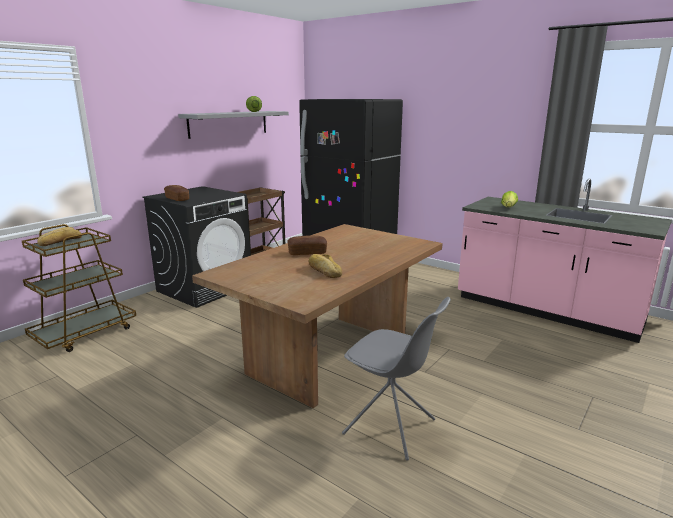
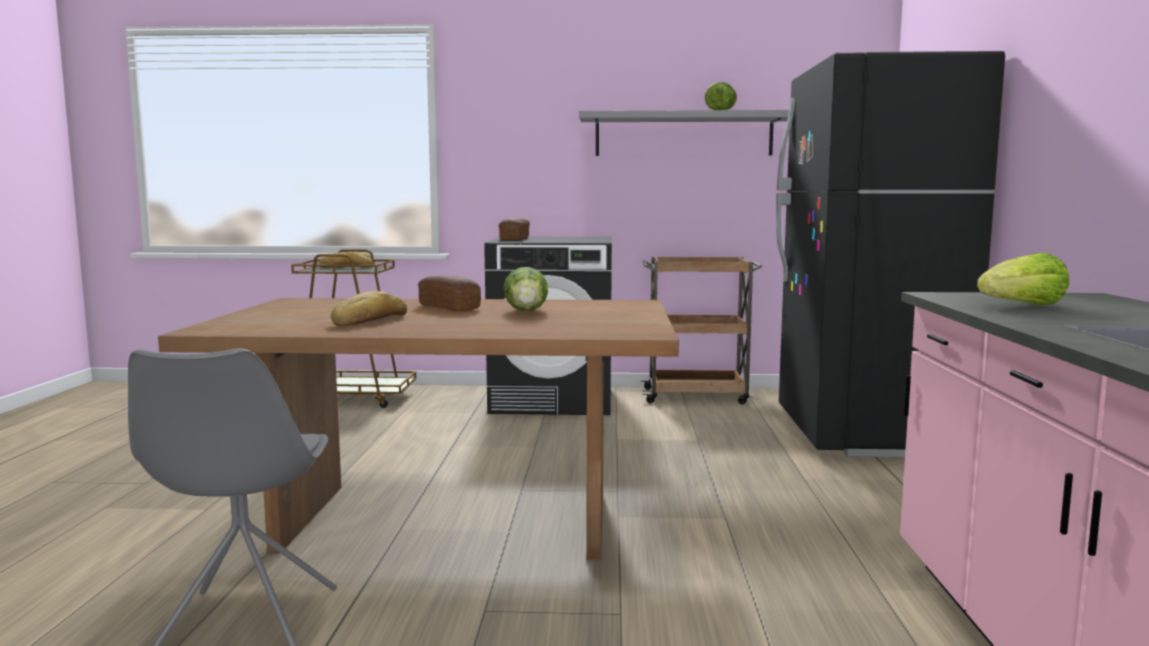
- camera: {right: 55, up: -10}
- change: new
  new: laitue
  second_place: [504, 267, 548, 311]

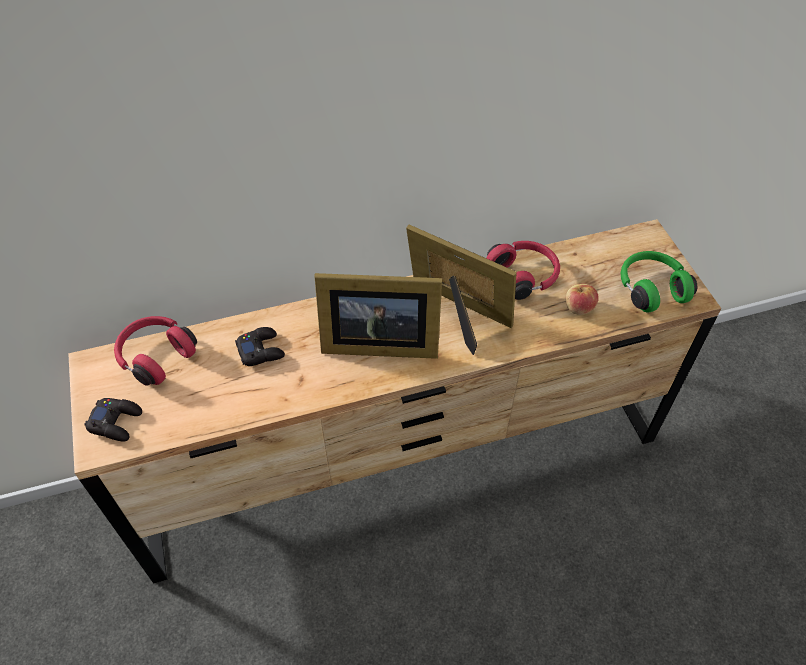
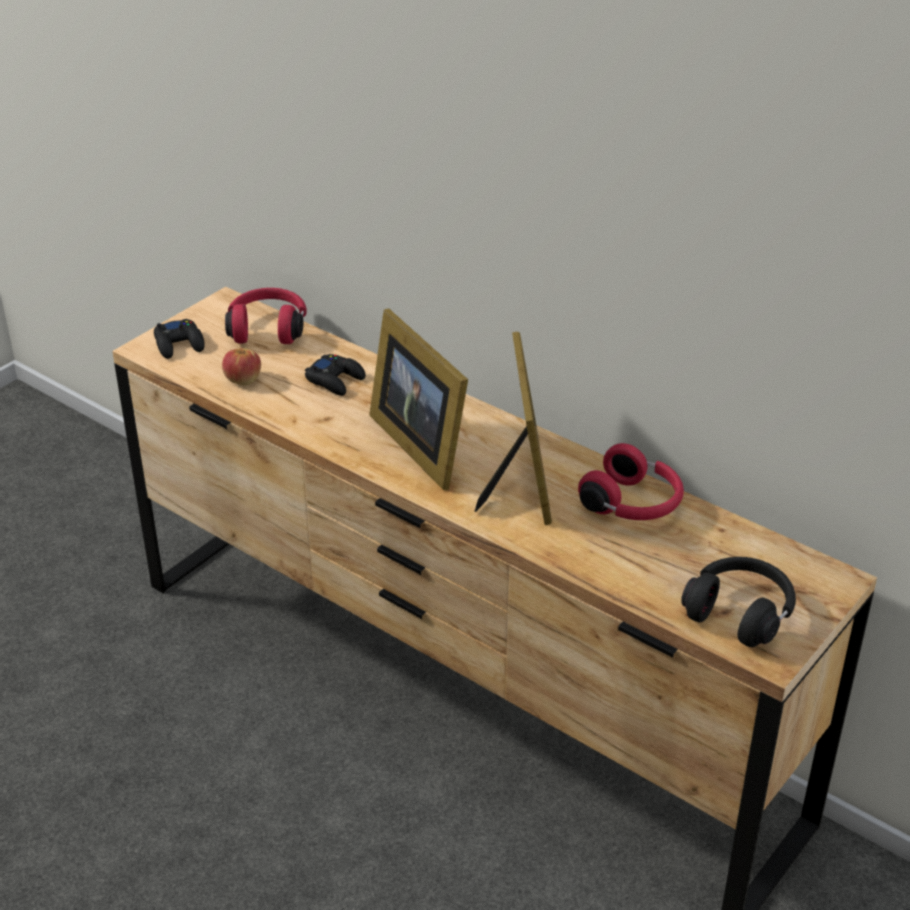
- camera: {right: 55, up: -15}
- change: repainted
  old: casque audio [vert]
  new: casque audio [noir]
  first_place: [621, 251, 697, 312]
  second_place: [681, 557, 796, 647]
- change: shifted
  old: pomme
  first_place: [566, 283, 599, 315]
  second_place: [222, 348, 261, 385]

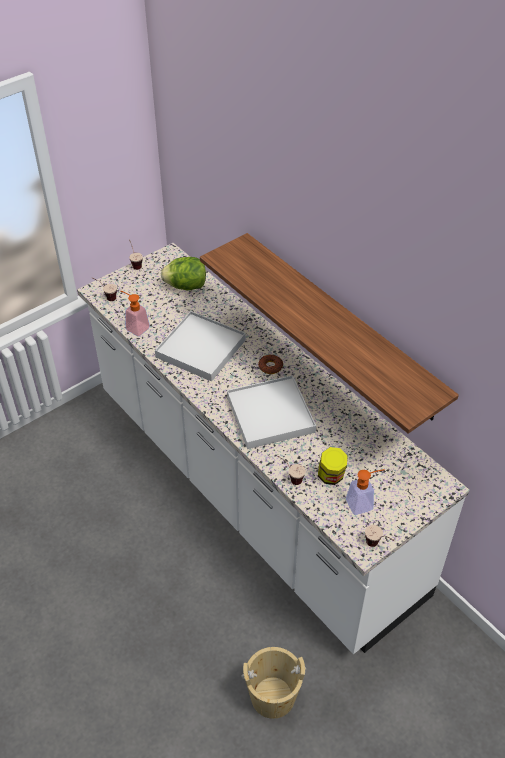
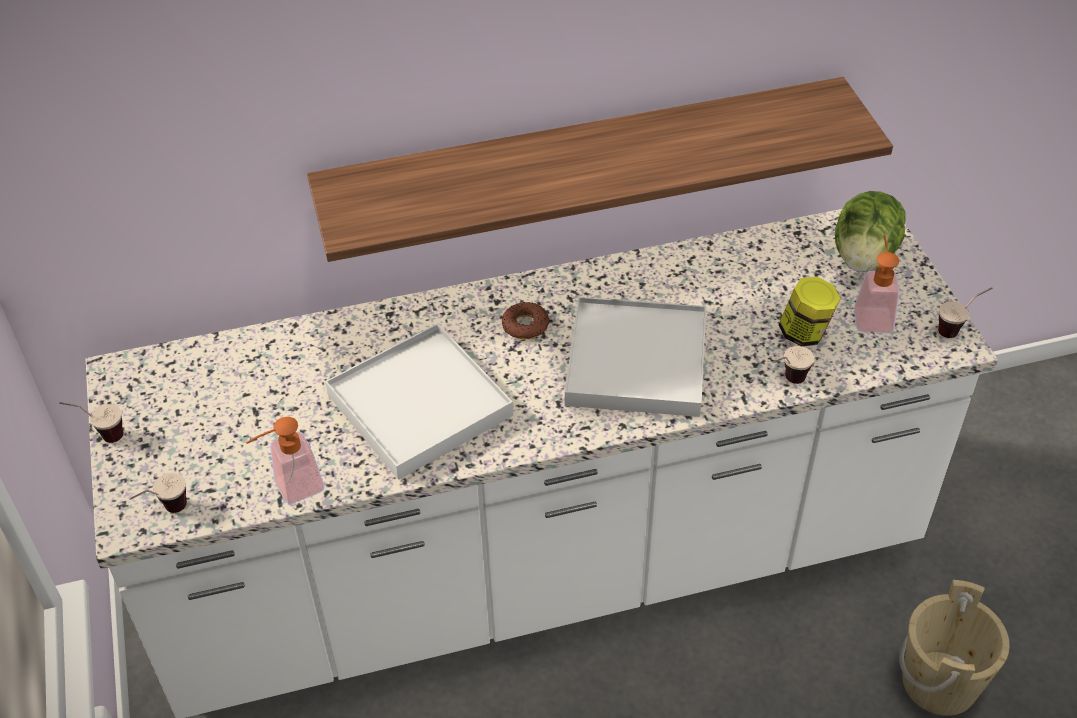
- camera: {right: -65, up: 0}
- change: shifted
  old: laitue
  first_place: [161, 257, 206, 291]
  second_place: [835, 191, 906, 272]

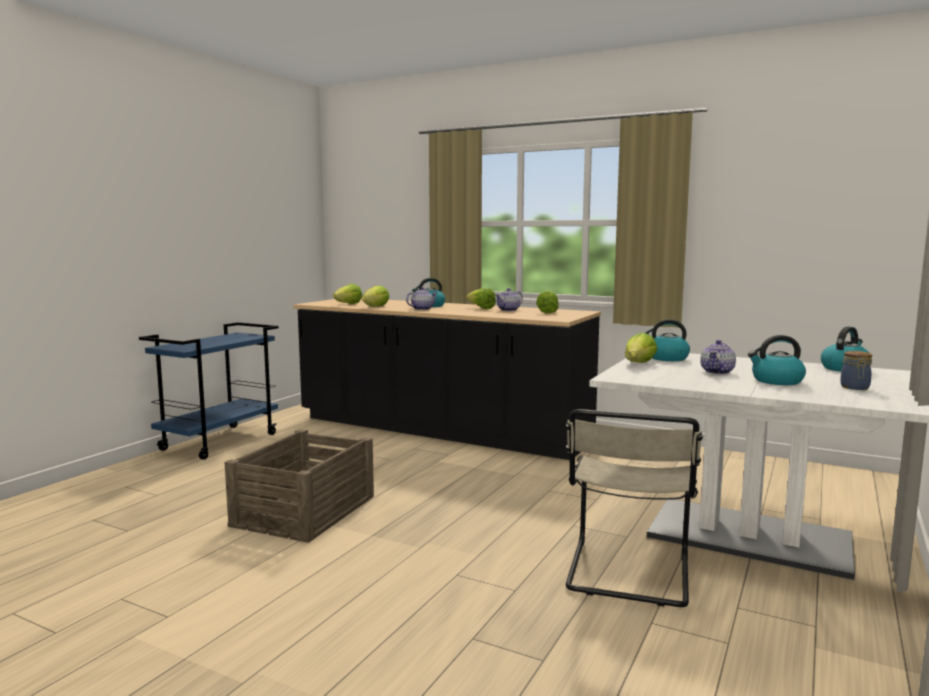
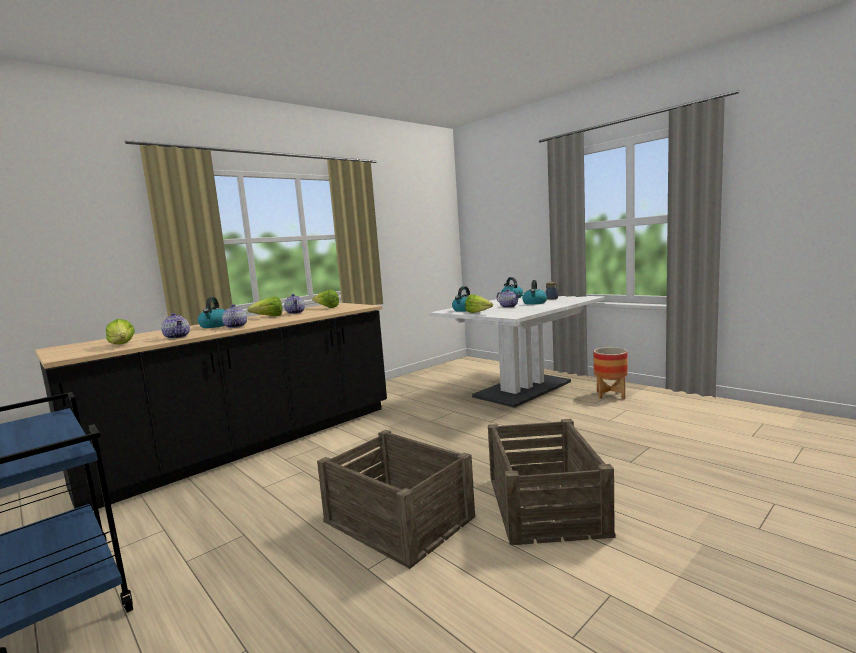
- camera: {right: -70, up: 0}
- change: swapped
  old: laitue
  new: théière
  first_place: [362, 285, 389, 307]
  second_place: [161, 313, 190, 339]
- change: gone
  old: chaise [beige]
  first_place: [566, 409, 703, 607]
- change: new
  new: cache-pot
  second_place: [593, 347, 628, 399]
- change: new
  new: caisse
  second_place: [488, 419, 616, 545]

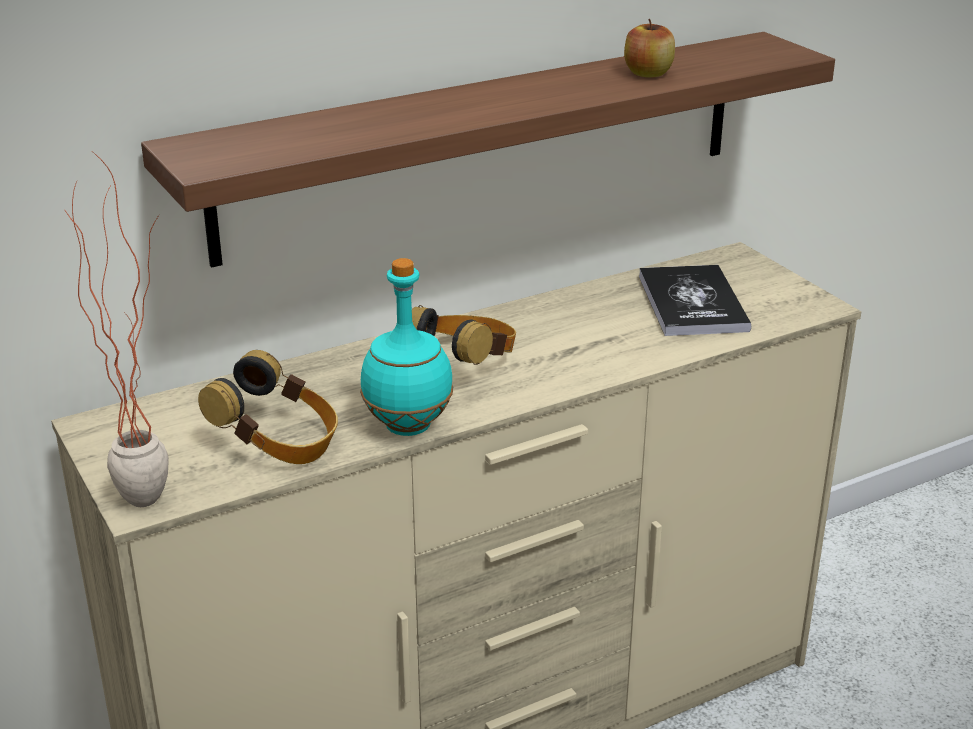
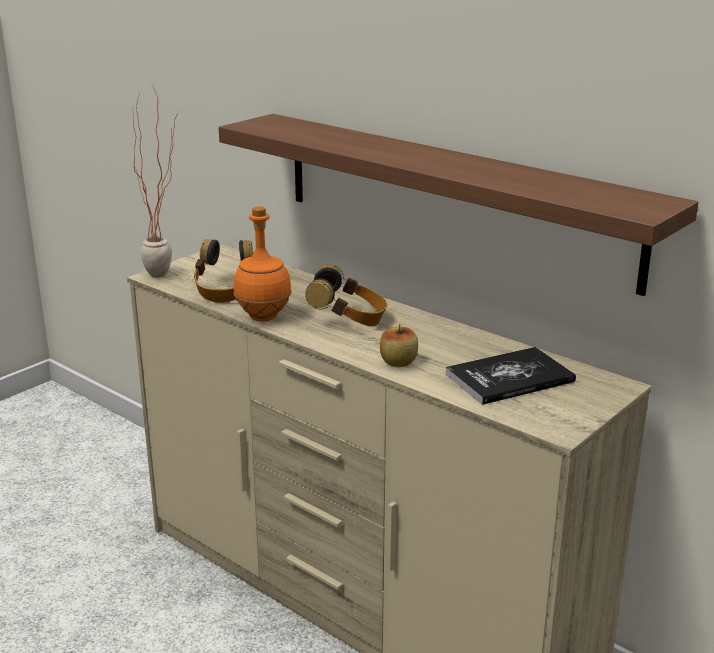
- camera: {right: 70, up: -5}
- change: shifted
  old: pomme
  first_place: [624, 19, 675, 78]
  second_place: [380, 324, 418, 367]
- change: repainted
  old: bouteille [turquoise]
  new: bouteille [orange]
  first_place: [360, 258, 453, 436]
  second_place: [233, 206, 292, 322]

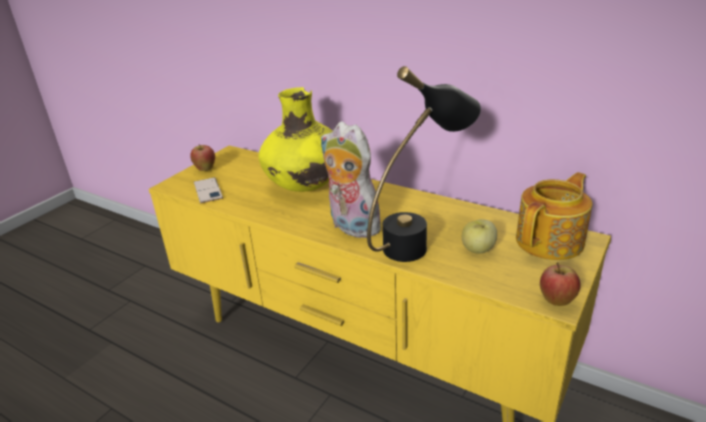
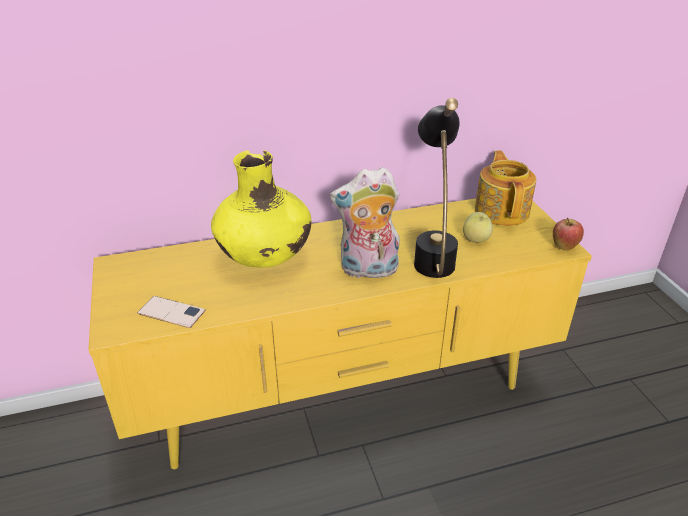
- camera: {right: -50, up: 5}
- change: gone
  old: pomme
  first_place: [190, 144, 215, 171]

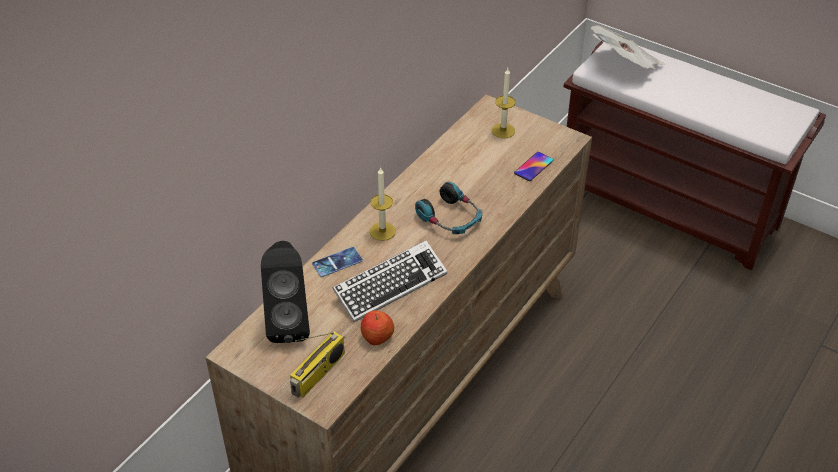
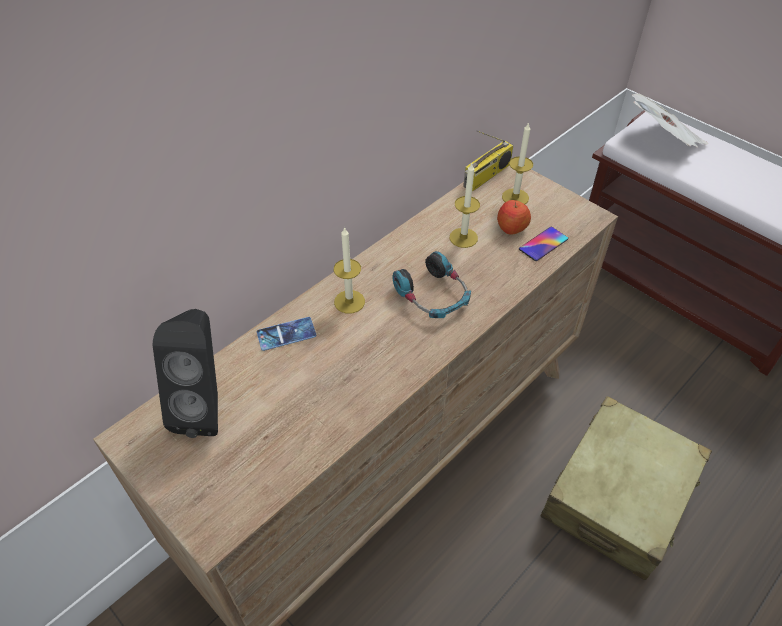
- camera: {right: 10, up: 5}
- change: gone
  old: clavier
  first_place: [332, 240, 447, 322]
- change: shifted
  old: pomme
  first_place: [361, 310, 394, 345]
  second_place: [497, 200, 531, 235]
- change: shifted
  old: radio
  first_place: [290, 331, 345, 398]
  second_place: [463, 131, 513, 191]
- change: new
  new: bougie
  second_place: [450, 163, 480, 248]
- change: new
  new: valise [beige]
  second_place: [540, 396, 712, 580]

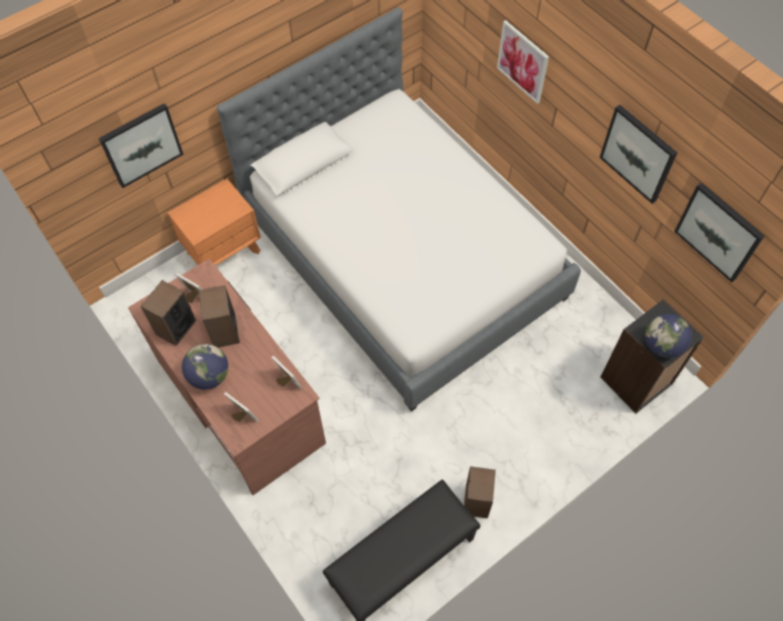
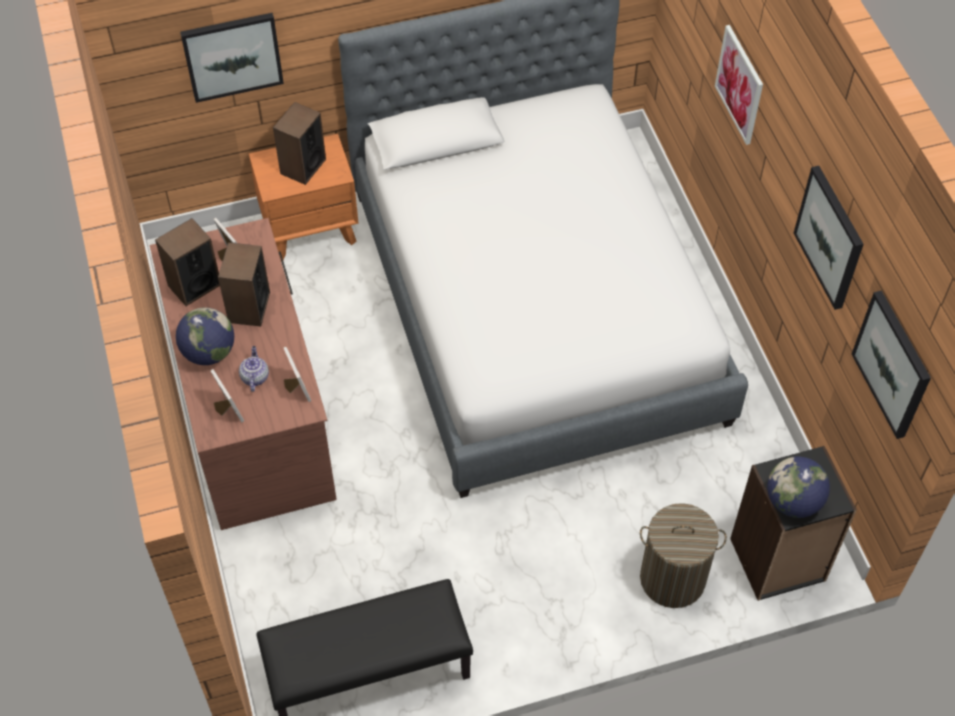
- camera: {right: 20, up: -5}
- change: shifted
  old: enceinte
  first_place: [464, 466, 496, 518]
  second_place: [273, 102, 326, 185]
- change: new
  new: théière
  second_place: [239, 346, 269, 392]
- change: new
  new: panier à linge
  second_place: [640, 503, 727, 608]

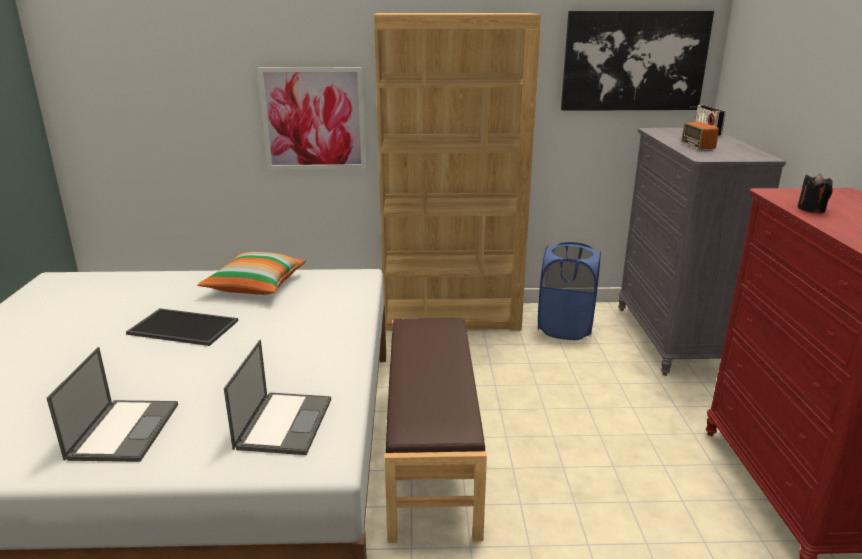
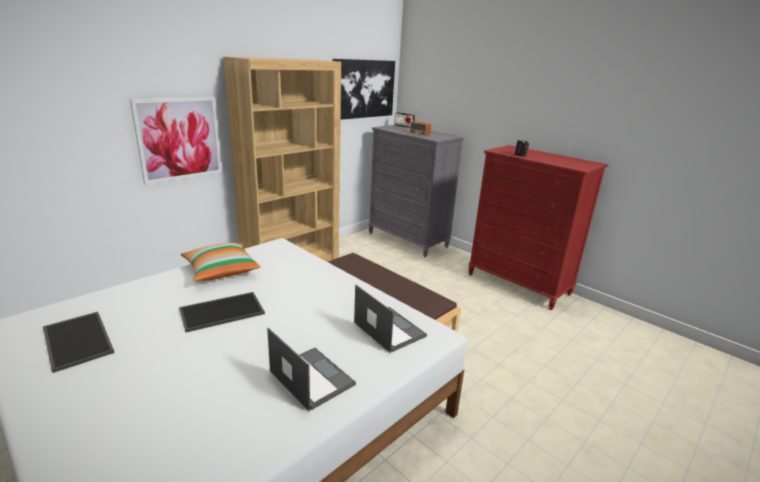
- camera: {right: -45, up: 0}
- change: gone
  old: panier à linge [bleu]
  first_place: [538, 242, 601, 340]
- change: new
  new: plateau
  second_place: [43, 312, 114, 373]

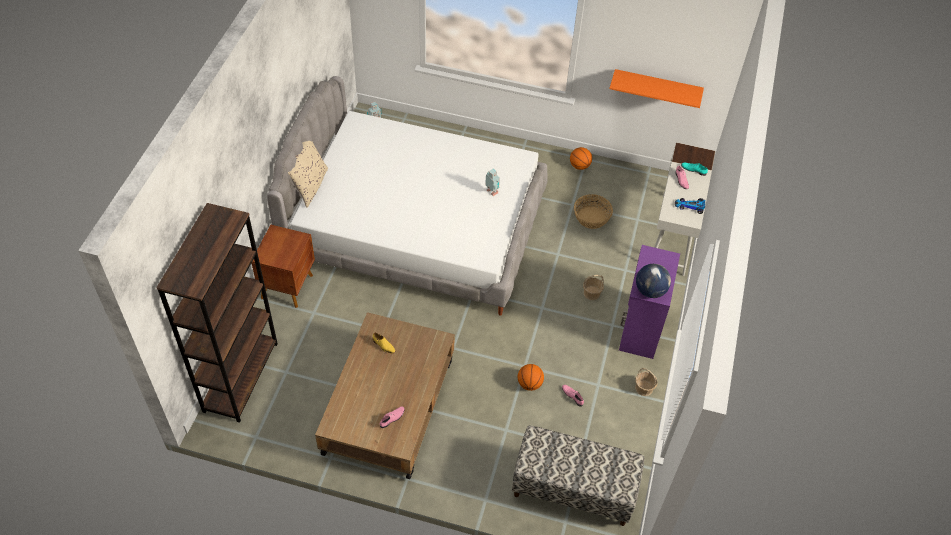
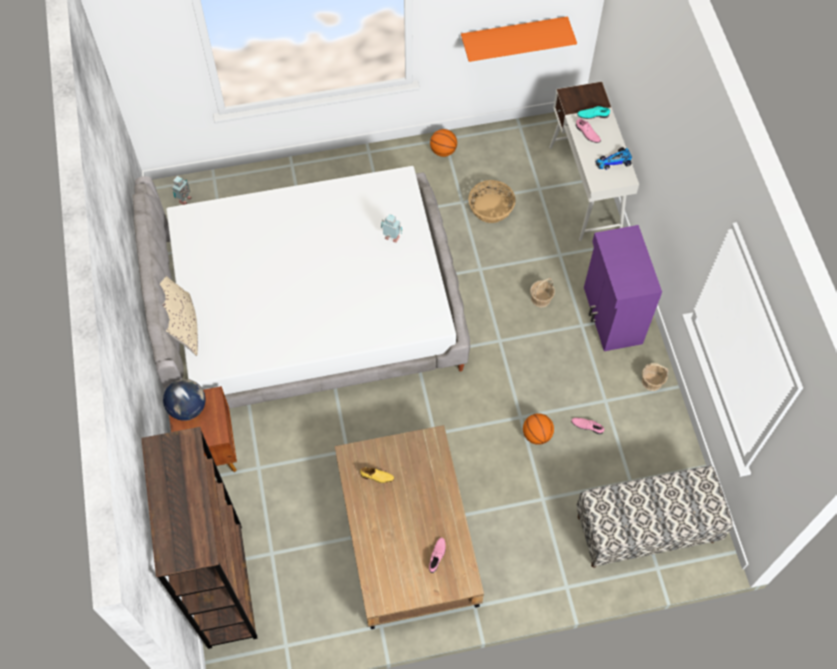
- camera: {right: -25, up: 10}
- change: shifted
  old: globe
  first_place: [636, 264, 671, 298]
  second_place: [163, 379, 206, 421]

